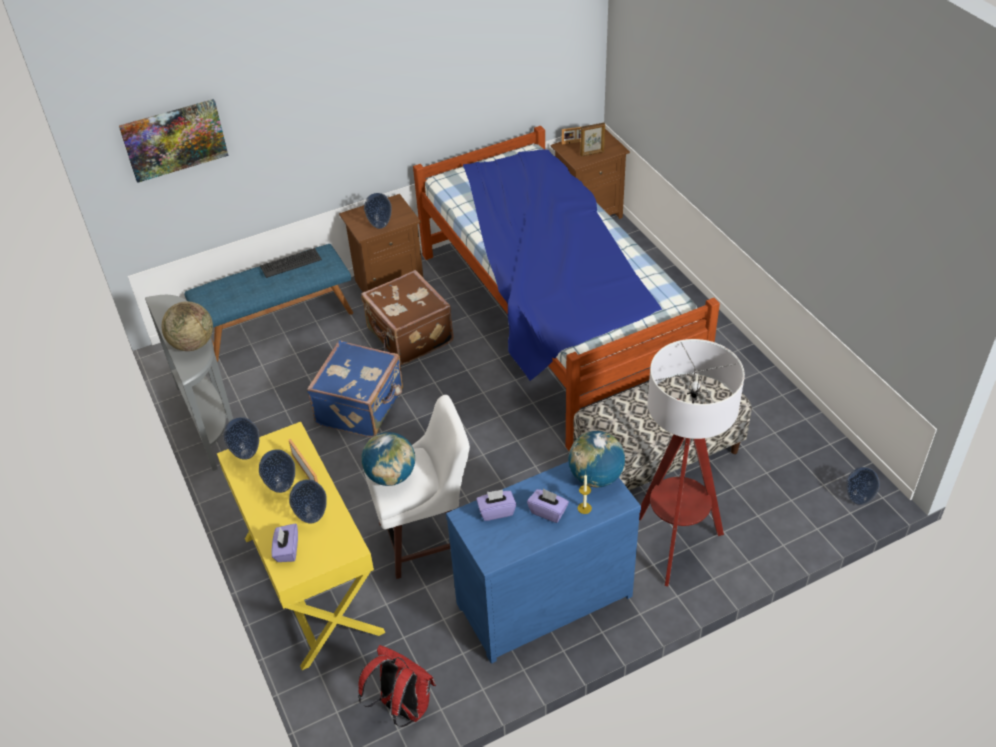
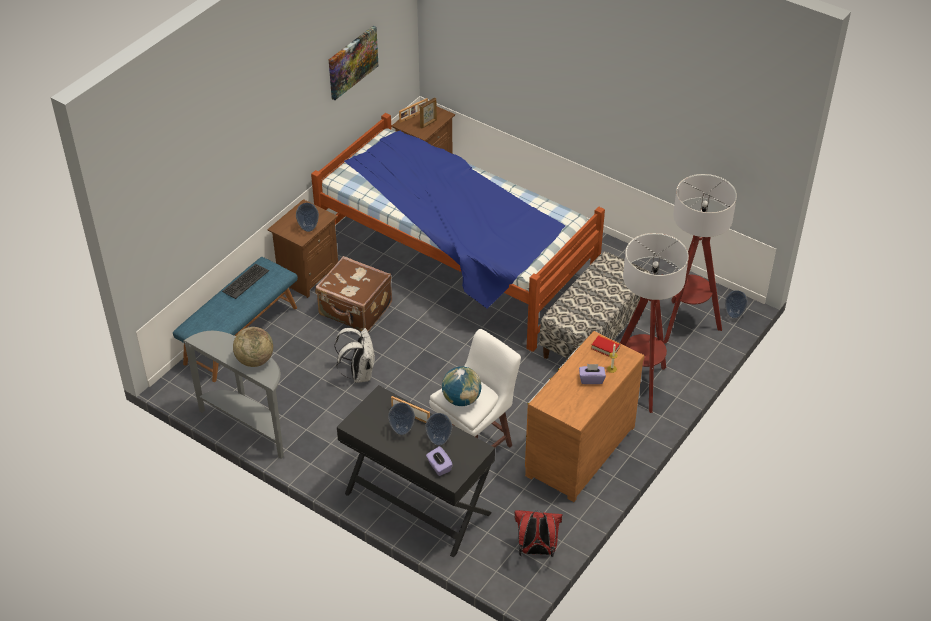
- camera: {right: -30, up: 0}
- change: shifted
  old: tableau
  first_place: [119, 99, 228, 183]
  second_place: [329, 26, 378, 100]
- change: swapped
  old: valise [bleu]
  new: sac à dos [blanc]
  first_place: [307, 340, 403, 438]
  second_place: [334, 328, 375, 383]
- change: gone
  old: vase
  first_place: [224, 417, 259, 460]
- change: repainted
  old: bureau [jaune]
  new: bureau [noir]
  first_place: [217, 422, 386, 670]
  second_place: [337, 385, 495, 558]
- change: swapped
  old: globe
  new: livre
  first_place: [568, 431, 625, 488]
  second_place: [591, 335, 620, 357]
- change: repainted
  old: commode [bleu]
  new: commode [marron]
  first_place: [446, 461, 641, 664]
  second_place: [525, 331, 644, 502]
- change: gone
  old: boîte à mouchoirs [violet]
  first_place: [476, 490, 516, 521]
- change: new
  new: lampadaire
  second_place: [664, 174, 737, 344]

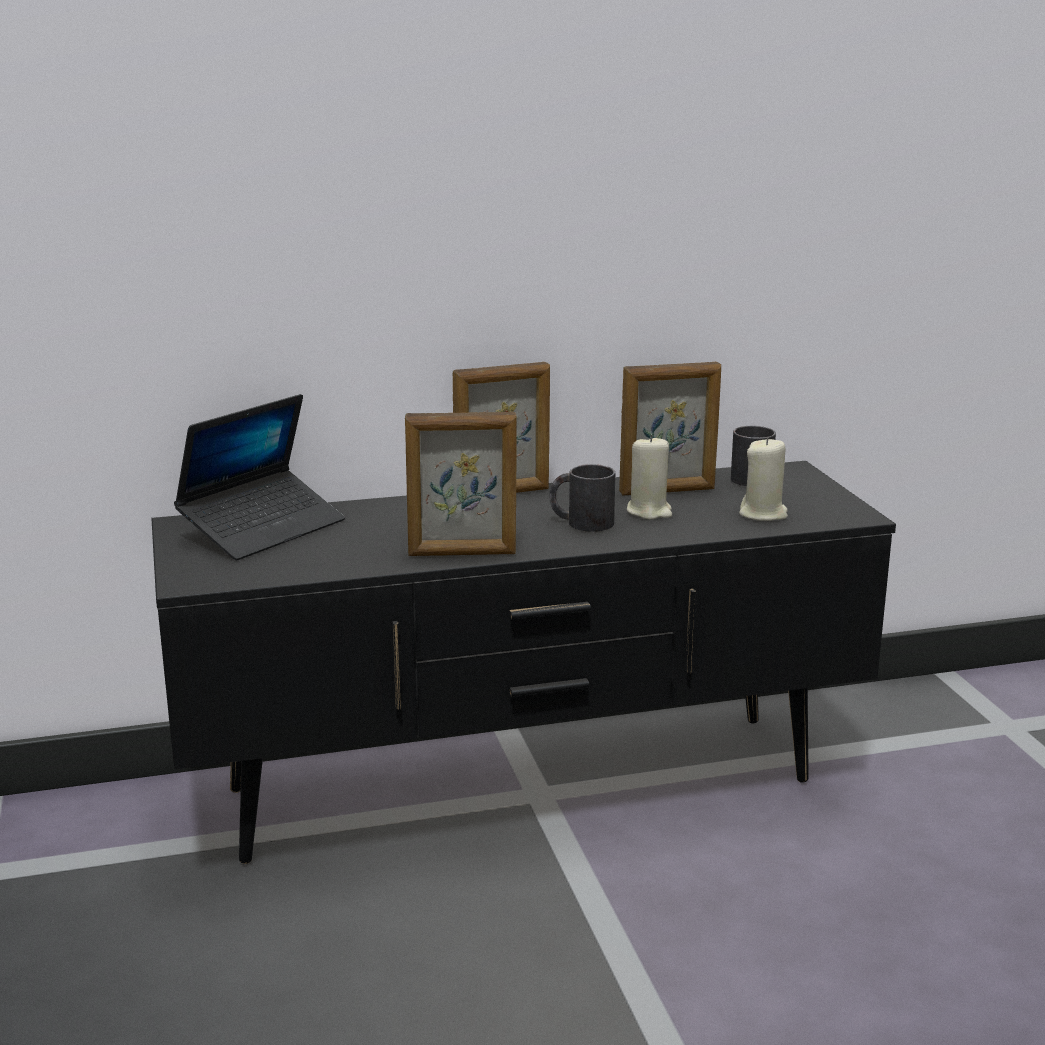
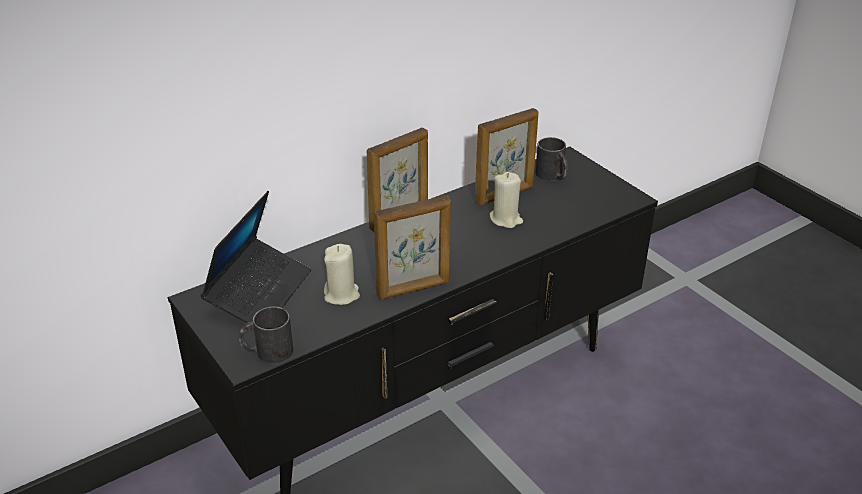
- camera: {right: -20, up: 15}
- change: shifted
  old: bougie [beige]
  first_place: [739, 437, 788, 521]
  second_place: [324, 244, 360, 305]
- change: shifted
  old: mug [noir]
  first_place: [549, 464, 615, 532]
  second_place: [238, 306, 293, 364]

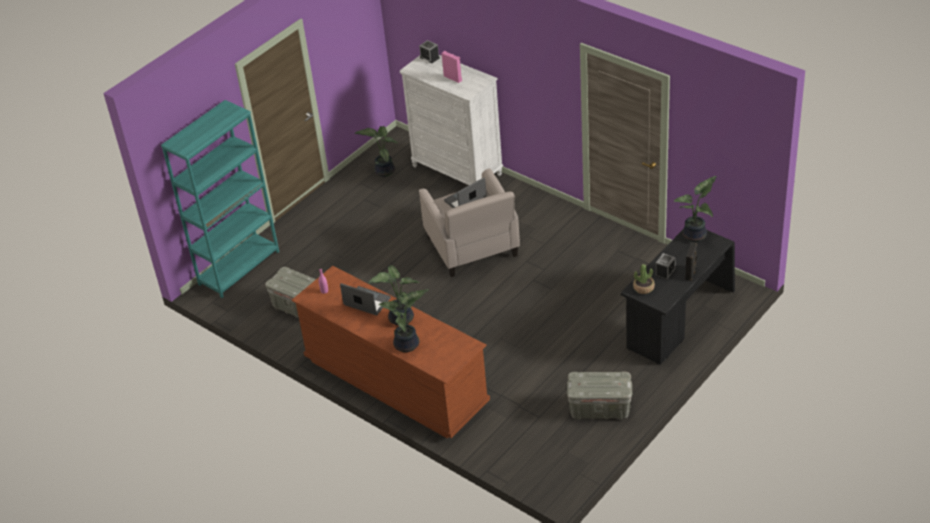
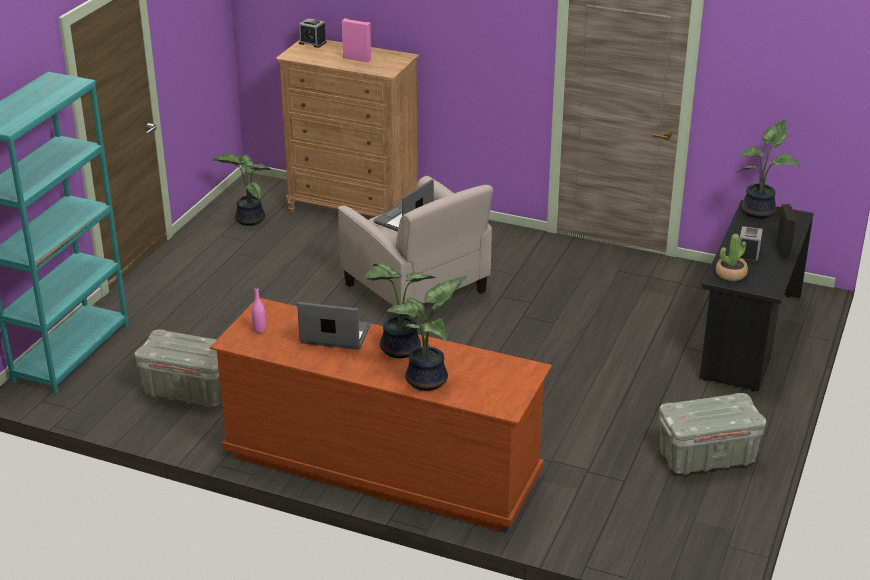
- camera: {right: -20, up: -10}
- change: repainted
  old: commode [blanc]
  new: commode [marron]
  first_place: [400, 55, 503, 185]
  second_place: [277, 40, 419, 217]

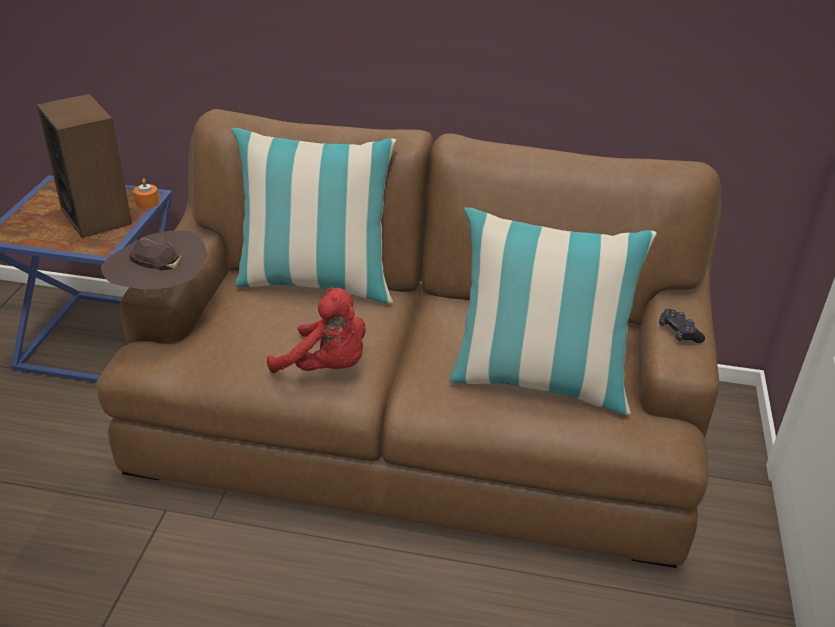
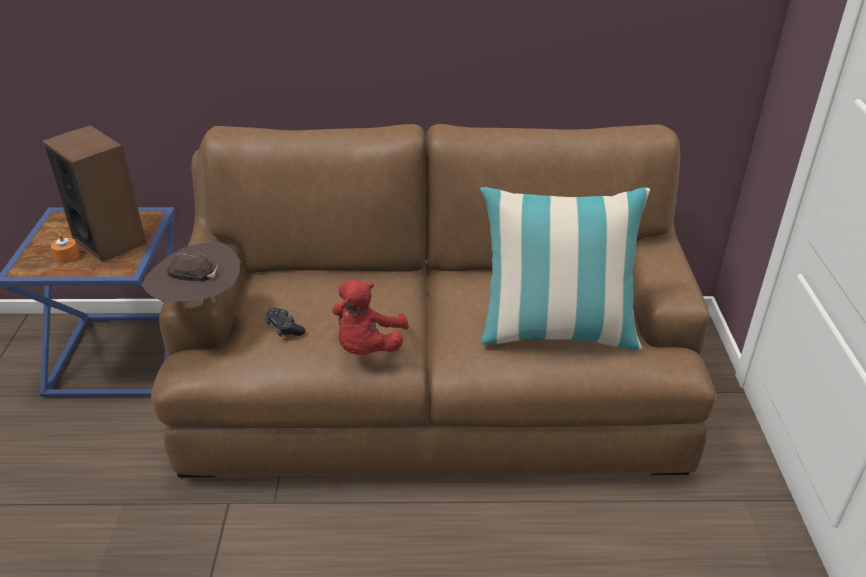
- camera: {right: -10, up: 0}
- change: gone
  old: coussin
  first_place: [231, 128, 397, 304]
- change: shifted
  old: bougie [orange]
  first_place: [134, 178, 159, 209]
  second_place: [51, 233, 79, 263]
- change: rotated
  old: peluche [rouge]
  first_place: [267, 288, 366, 373]
  second_place: [332, 279, 409, 355]
  degrees: 90
- change: shifted
  old: manette [noir]
  first_place: [659, 309, 705, 343]
  second_place: [265, 308, 305, 337]

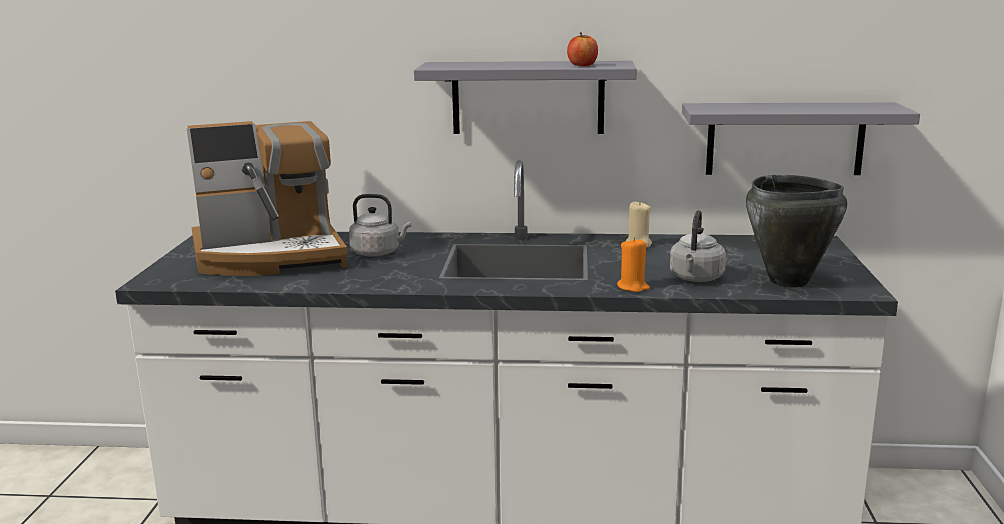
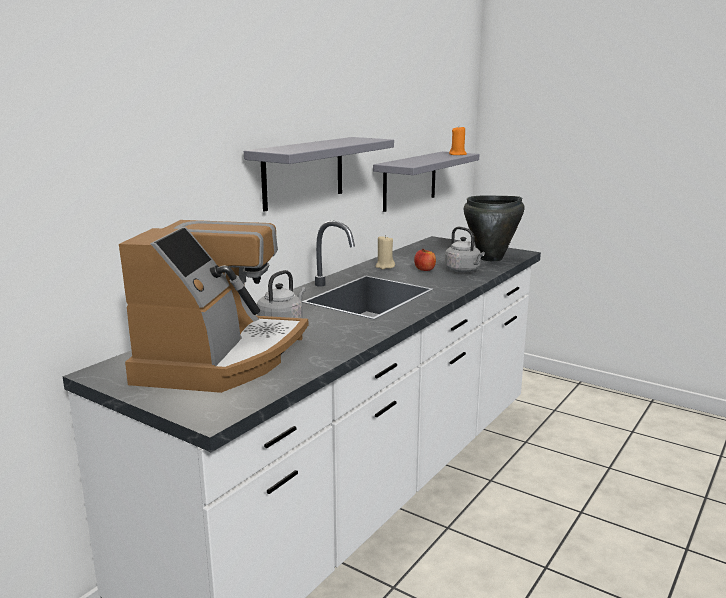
- camera: {right: -60, up: 0}
- change: shifted
  old: pomme
  first_place: [567, 32, 598, 66]
  second_place: [414, 249, 436, 271]
- change: shifted
  old: bougie [orange]
  first_place: [617, 237, 650, 292]
  second_place: [449, 127, 467, 155]

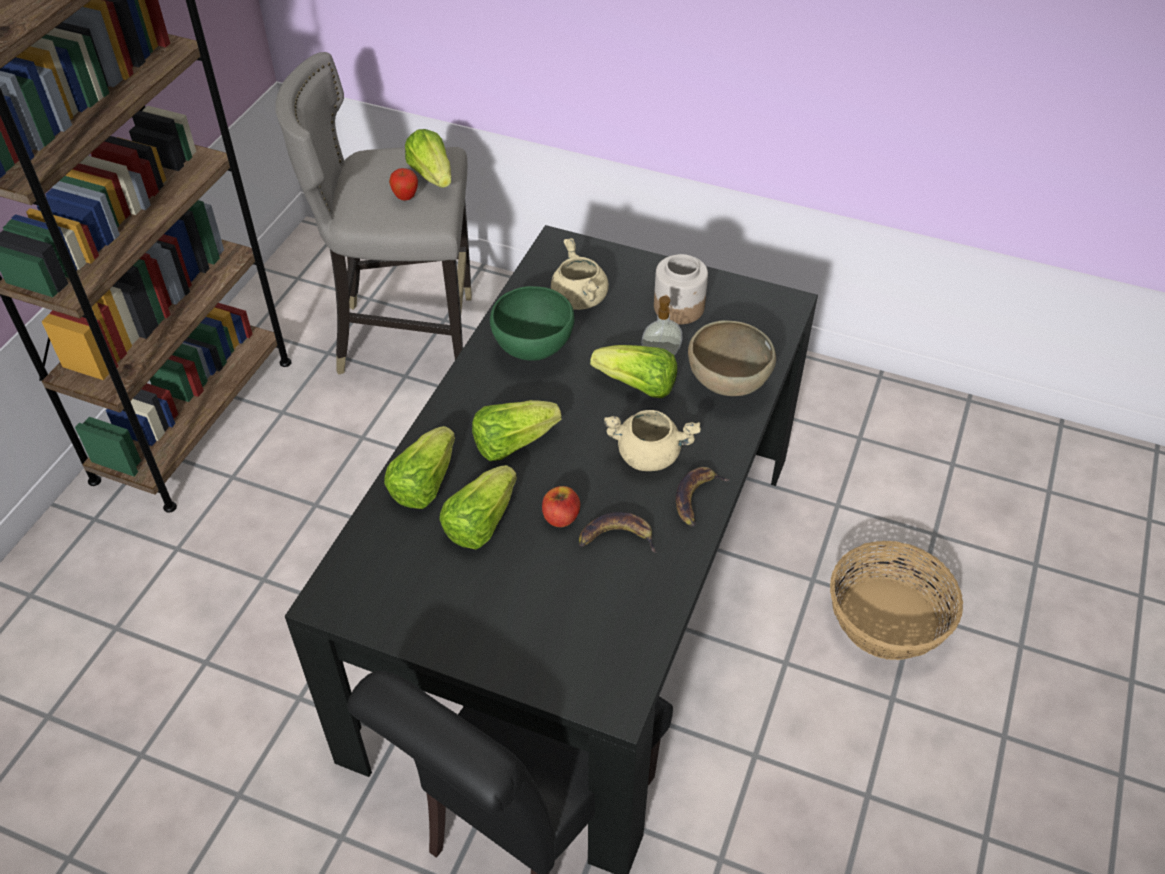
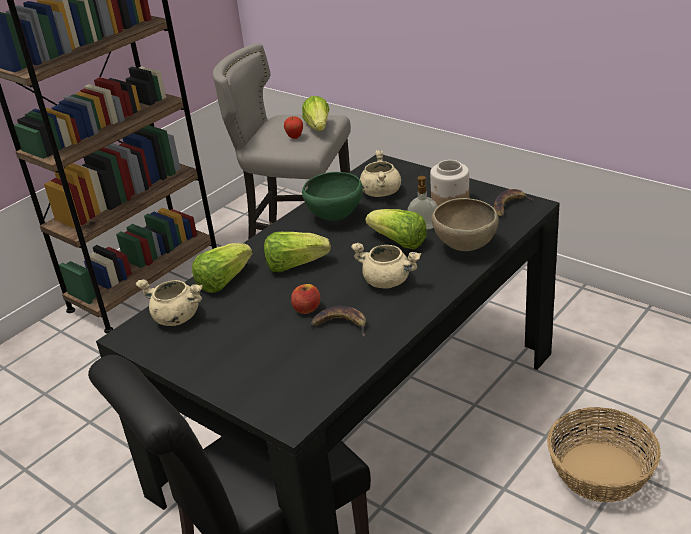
- camera: {right: 20, up: -15}
- change: gone
  old: laitue
  first_place: [439, 465, 517, 550]
- change: shifted
  old: banane
  first_place: [675, 467, 730, 527]
  second_place: [494, 189, 533, 217]
- change: new
  new: marmite [beige]
  second_place: [135, 279, 203, 326]

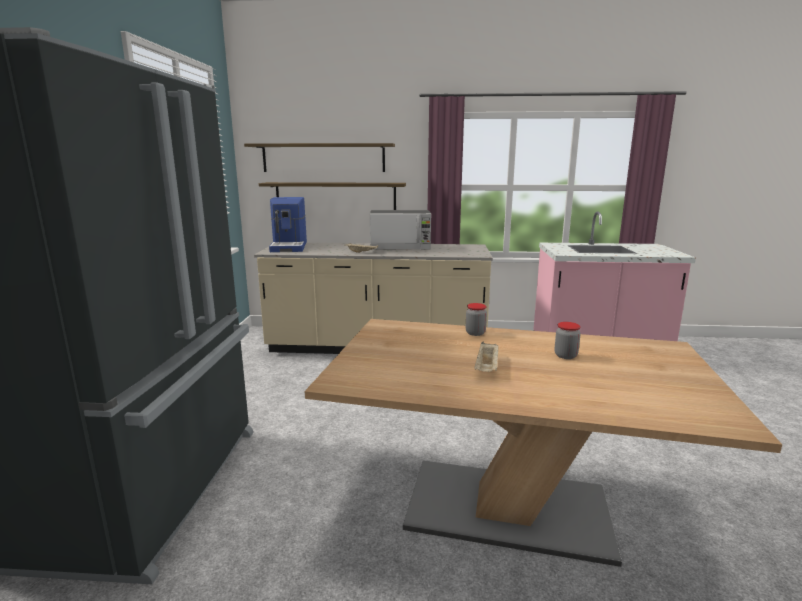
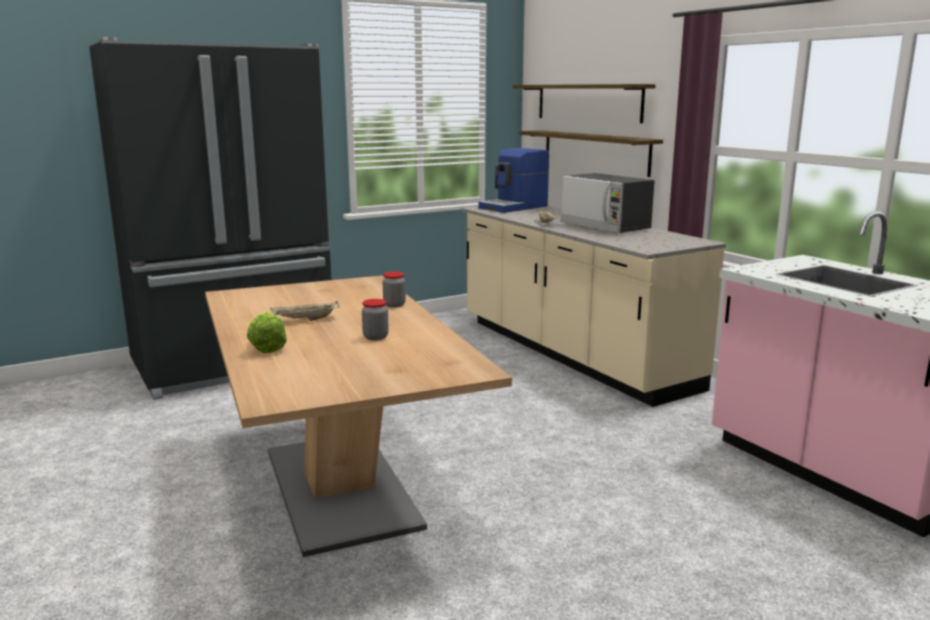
- camera: {right: 55, up: 0}
- change: new
  new: laitue
  second_place: [247, 312, 287, 353]

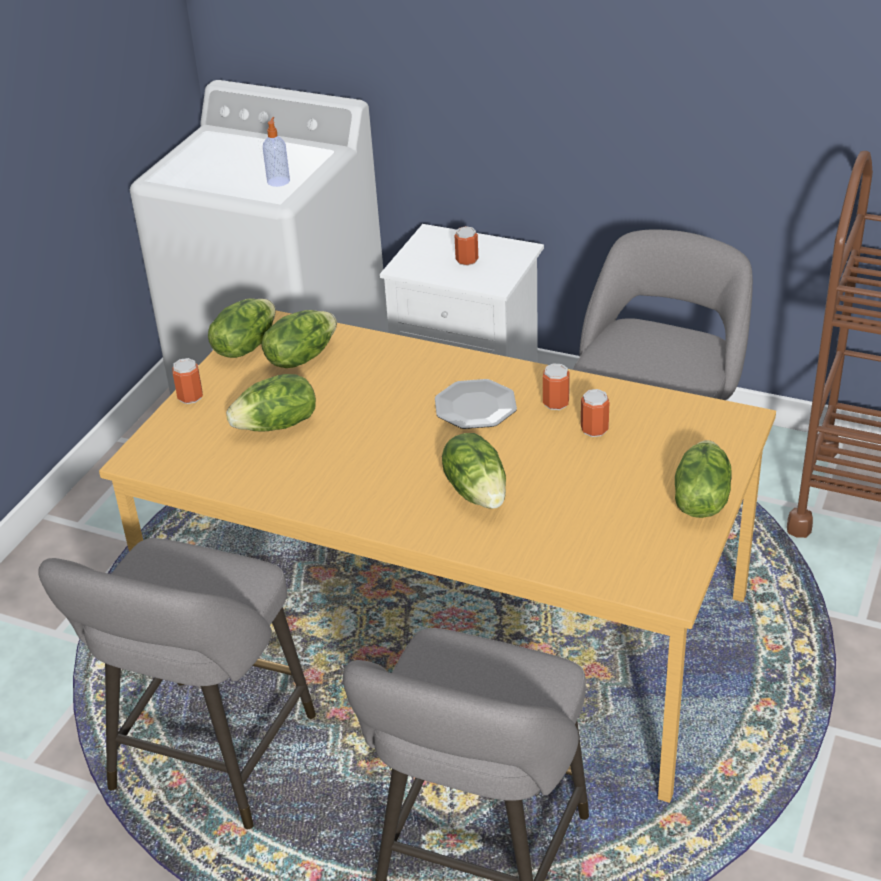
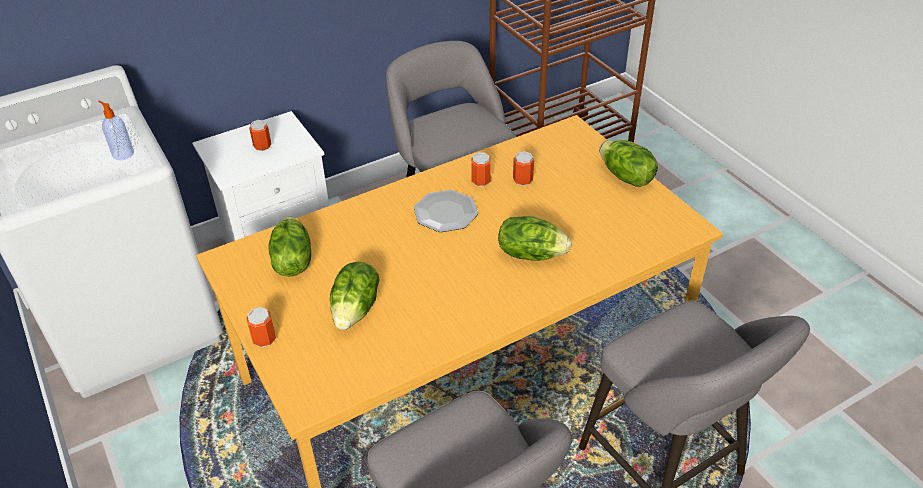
- camera: {right: -55, up: 5}
- change: gone
  old: laitue
  first_place: [208, 298, 276, 358]

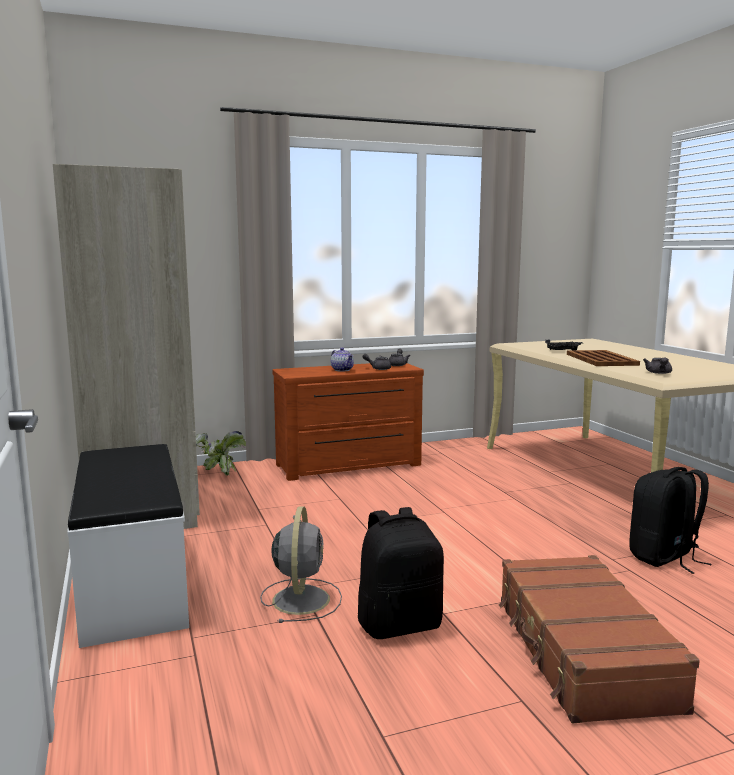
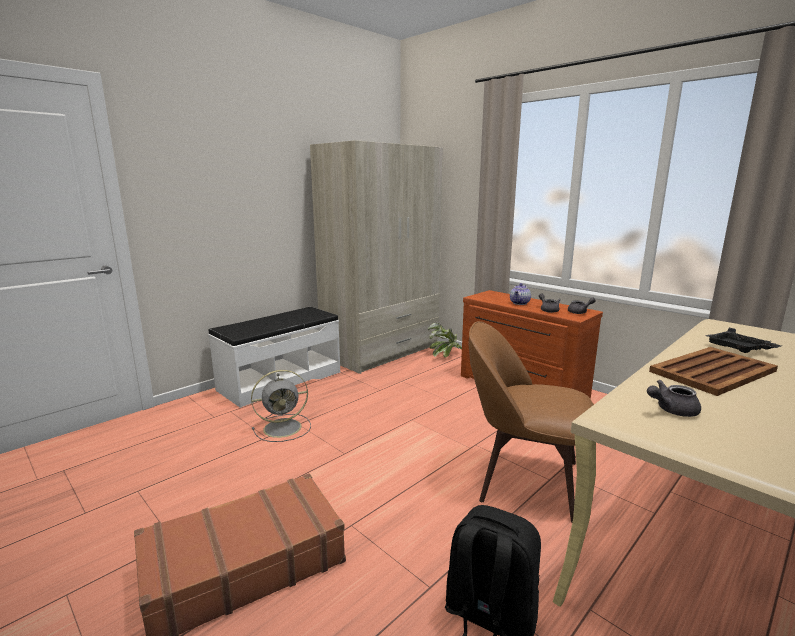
- camera: {right: 65, up: 5}
- change: gone
  old: sac à dos [noir]
  first_place: [358, 507, 444, 639]
- change: new
  new: chaise [marron]
  second_place: [469, 321, 594, 522]

